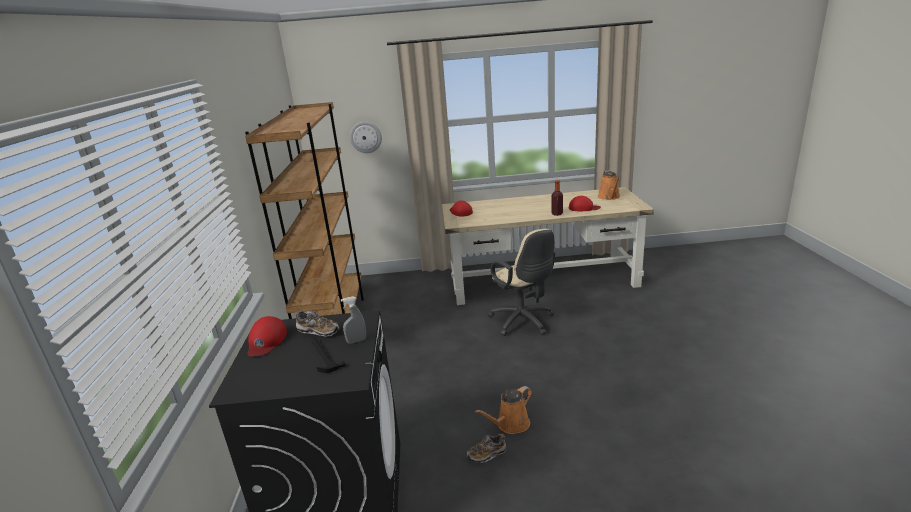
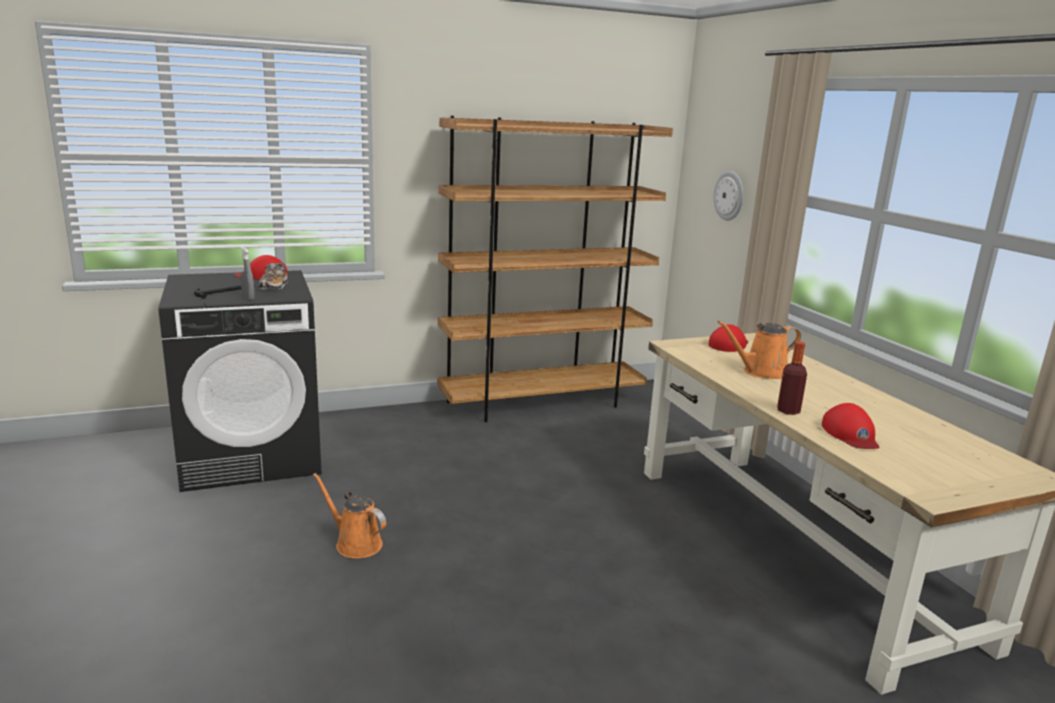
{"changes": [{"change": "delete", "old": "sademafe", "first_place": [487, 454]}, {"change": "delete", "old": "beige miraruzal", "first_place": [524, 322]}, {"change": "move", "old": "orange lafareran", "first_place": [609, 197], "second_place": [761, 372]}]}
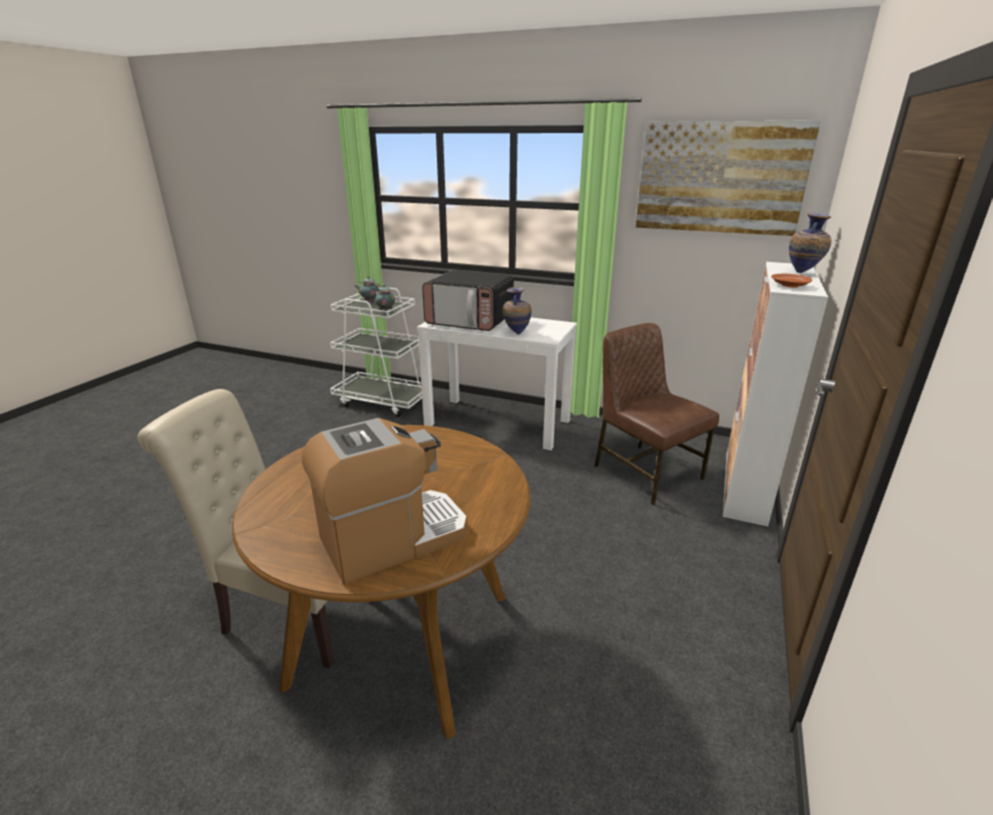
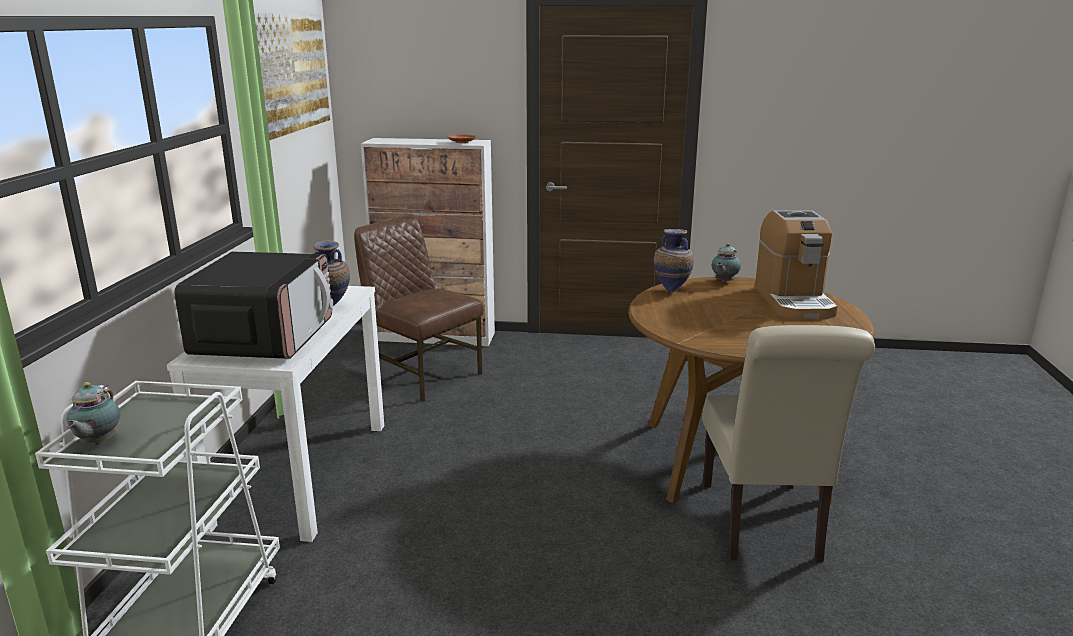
{"changes": [{"change": "rotate", "old": "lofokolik", "first_place": [393, 538], "second_place": [793, 301], "degrees": -135}, {"change": "move", "old": "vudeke", "first_place": [385, 311], "second_place": [723, 282]}, {"change": "rotate", "old": "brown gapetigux", "first_place": [645, 472], "second_place": [422, 374], "degrees": 90}, {"change": "move", "old": "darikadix", "first_place": [803, 273], "second_place": [672, 291]}]}
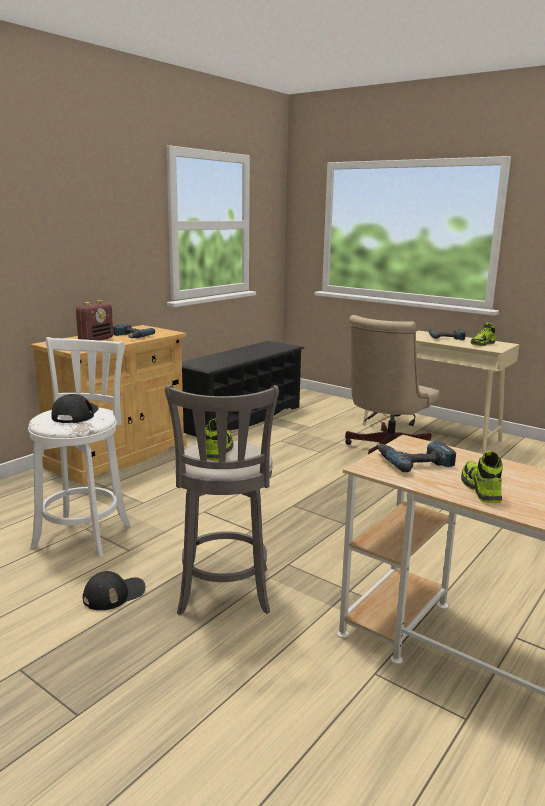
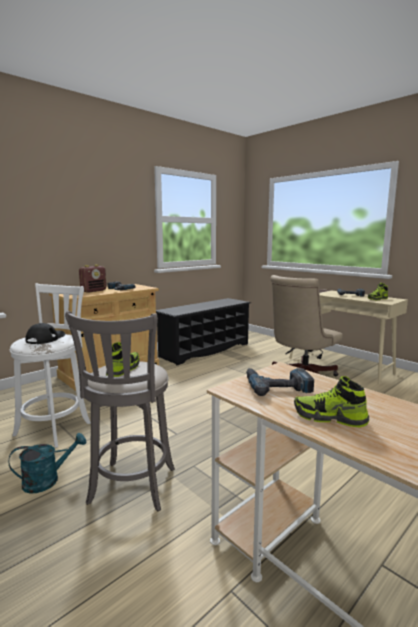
{"changes": [{"change": "replace", "old": "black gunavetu", "new": "turquoise lafareran", "first_place": [114, 594], "second_place": [47, 480]}, {"change": "rotate", "old": "sademafe", "first_place": [480, 489], "second_place": [329, 418], "degrees": -75}]}
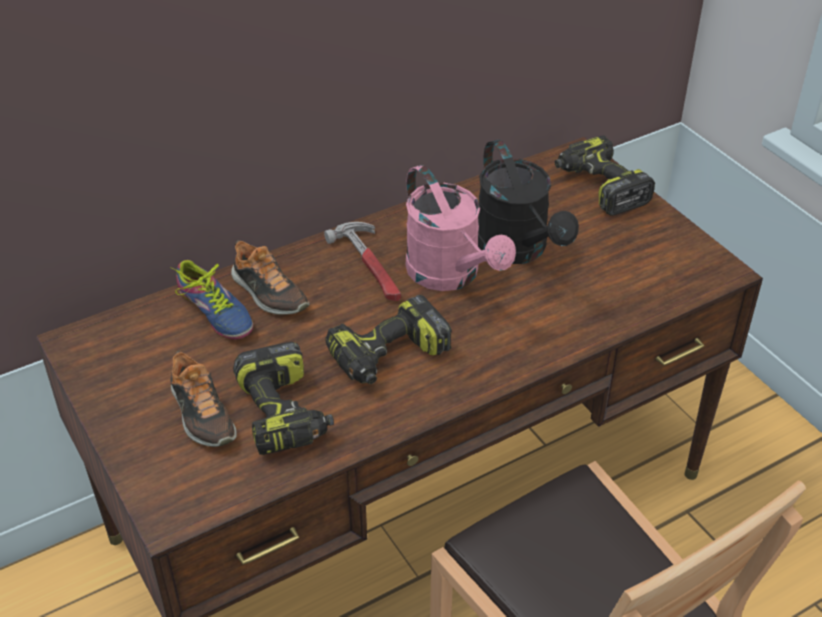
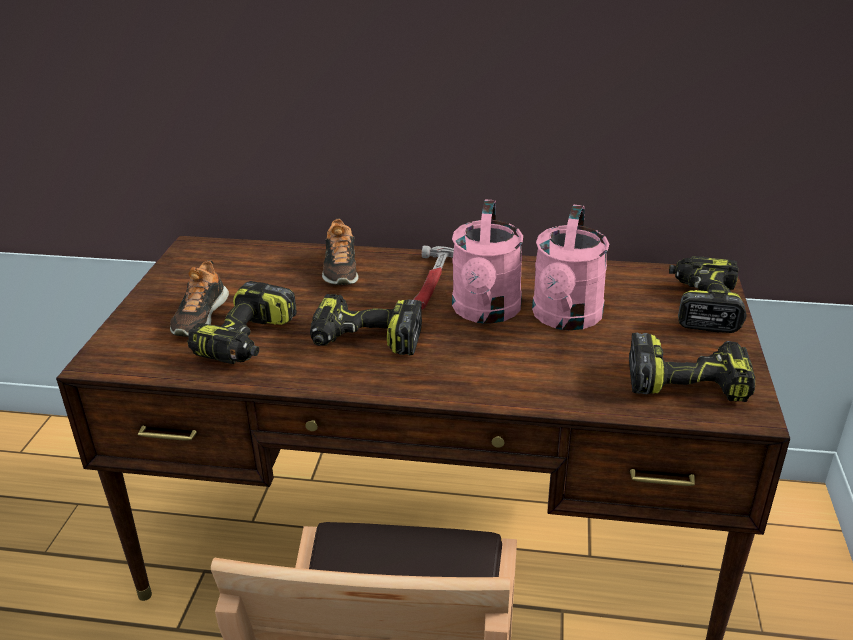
{"changes": [{"change": "delete", "old": "sademafe", "first_place": [213, 314]}, {"change": "recolor", "old": "black lafareran", "new": "pink lafareran", "first_place": [518, 250], "second_place": [565, 318]}, {"change": "insert", "new": "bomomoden", "second_place": [688, 381]}]}
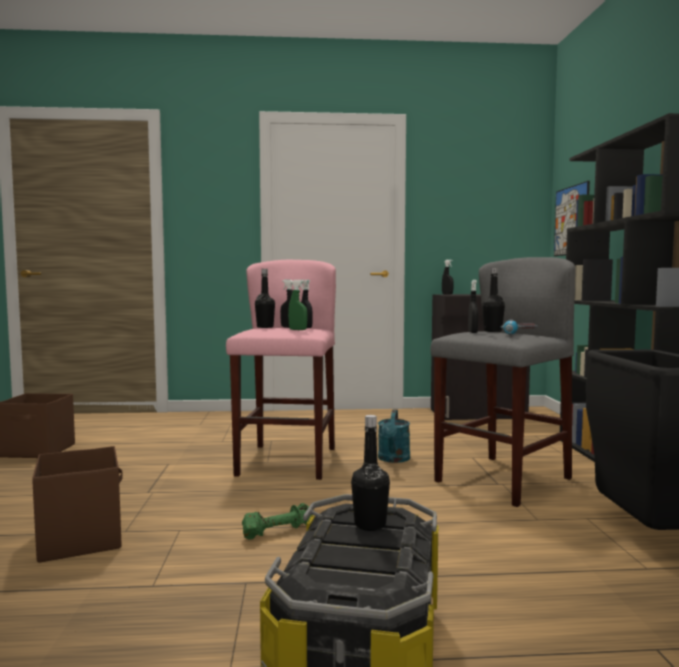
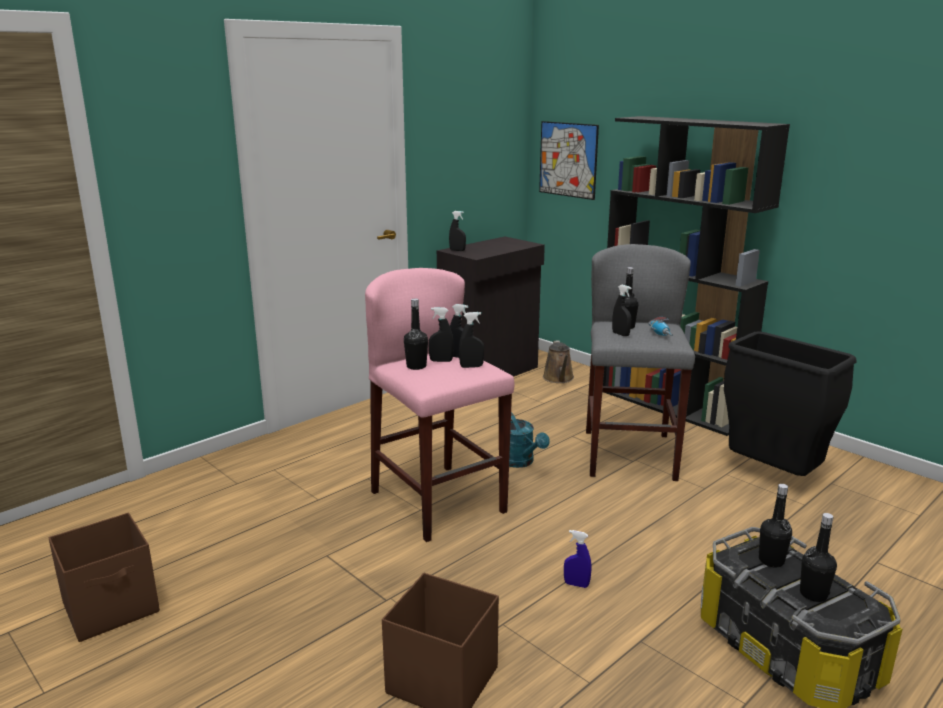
{"changes": [{"change": "replace", "old": "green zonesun", "new": "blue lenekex", "first_place": [277, 531], "second_place": [576, 584]}, {"change": "recolor", "old": "green lenekex", "new": "black lenekex", "first_place": [298, 330], "second_place": [471, 366]}, {"change": "insert", "new": "brown lafareran", "second_place": [559, 378]}, {"change": "insert", "new": "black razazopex", "second_place": [813, 594]}]}
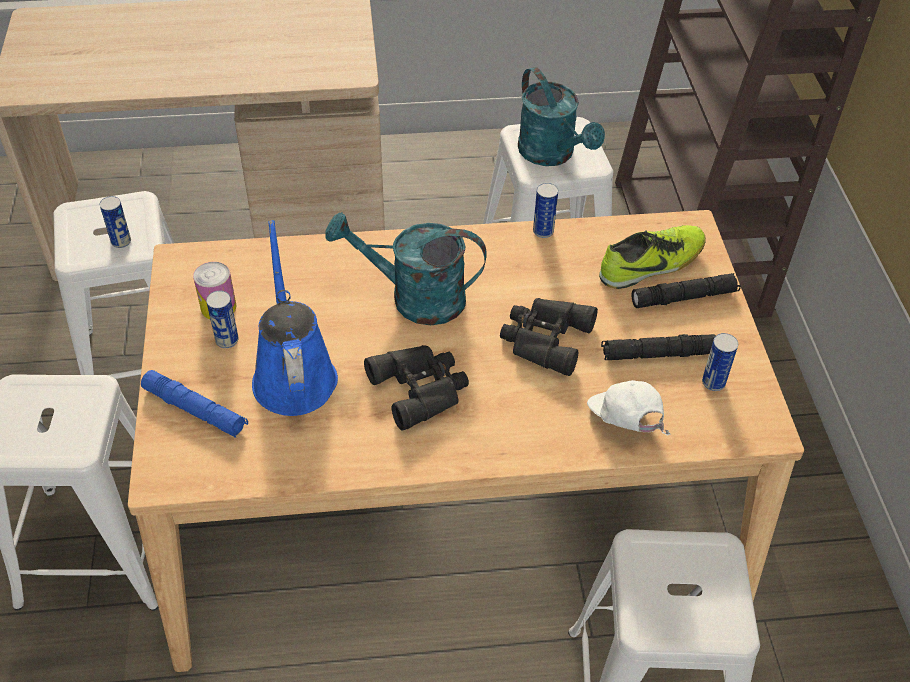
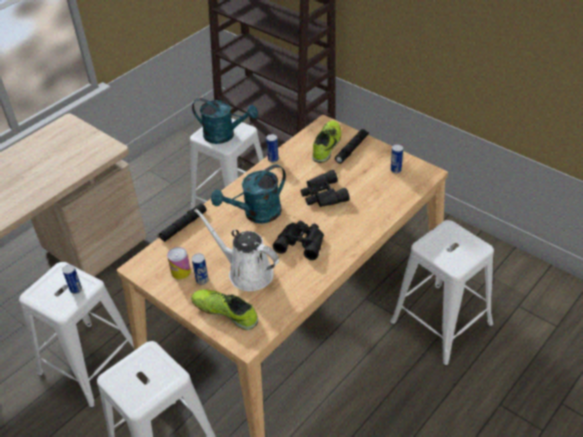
{"changes": [{"change": "replace", "old": "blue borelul", "new": "sademafe", "first_place": [195, 410], "second_place": [225, 312]}, {"change": "recolor", "old": "blue lafareran", "new": "white lafareran", "first_place": [293, 374], "second_place": [246, 272]}, {"change": "delete", "old": "white gunavetu", "first_place": [624, 422]}, {"change": "move", "old": "black borelul", "first_place": [657, 354], "second_place": [183, 226]}]}
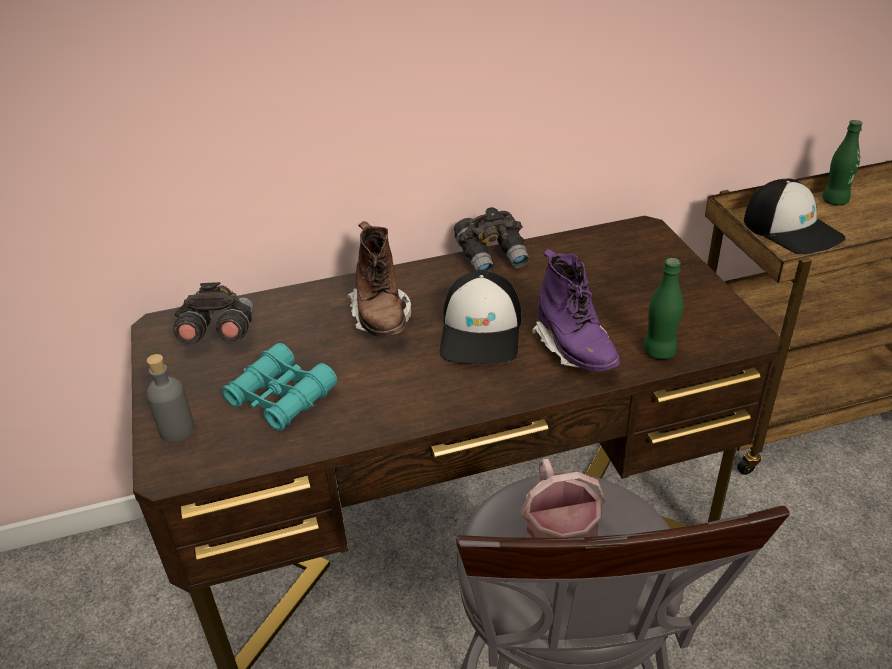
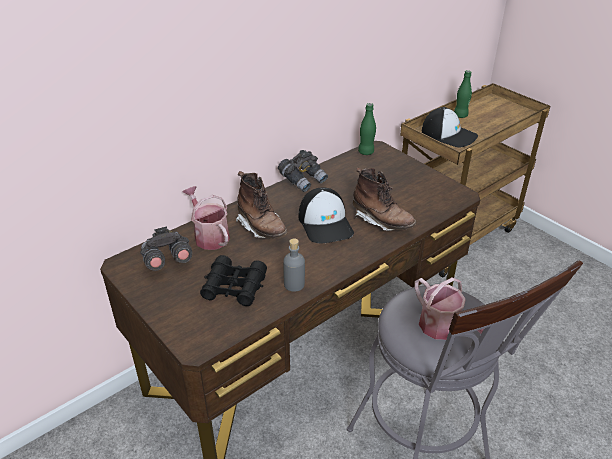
{"changes": [{"change": "move", "old": "grey razazopex", "first_place": [177, 430], "second_place": [294, 284]}, {"change": "recolor", "old": "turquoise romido", "new": "black romido", "first_place": [281, 397], "second_place": [234, 287]}, {"change": "recolor", "old": "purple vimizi", "new": "brown vimizi", "first_place": [574, 349], "second_place": [382, 221]}, {"change": "move", "old": "green razazopex", "first_place": [659, 352], "second_place": [366, 152]}, {"change": "insert", "new": "lafareran", "second_place": [209, 235]}]}
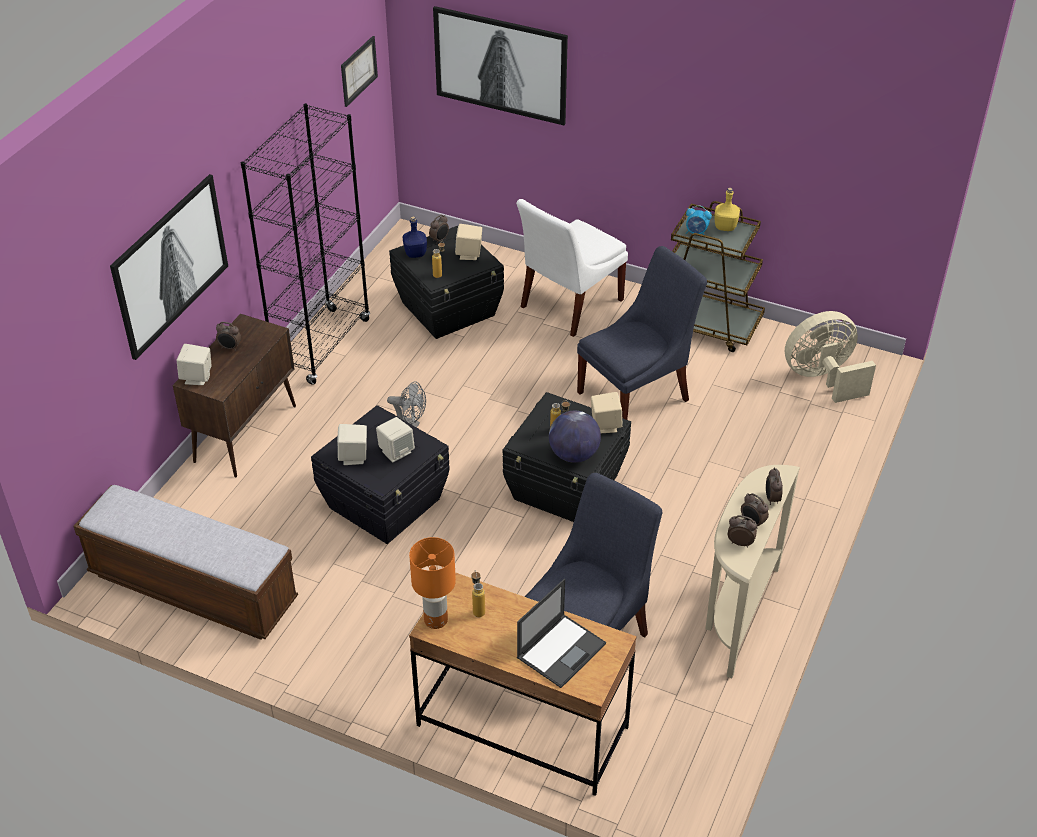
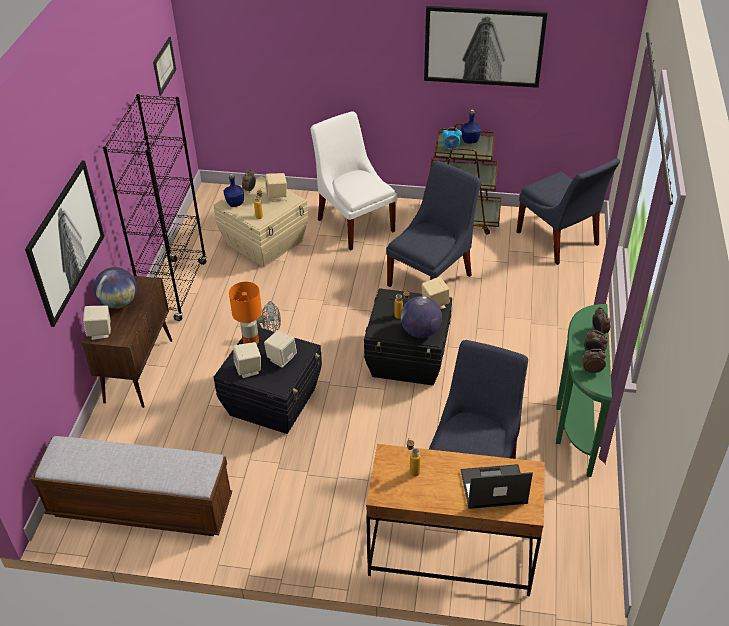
{"changes": [{"change": "replace", "old": "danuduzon", "new": "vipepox", "first_place": [230, 348], "second_place": [119, 303]}, {"change": "recolor", "old": "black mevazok", "new": "beige mevazok", "first_place": [449, 309], "second_place": [265, 242]}, {"change": "move", "old": "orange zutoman", "first_place": [436, 620], "second_place": [251, 341]}, {"change": "move", "old": "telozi", "first_place": [500, 65], "second_place": [483, 46]}, {"change": "rotate", "old": "white gapetigux", "first_place": [568, 305], "second_place": [354, 223], "degrees": 120}, {"change": "rotate", "old": "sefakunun", "first_place": [561, 650], "second_place": [492, 487], "degrees": -120}, {"change": "recolor", "old": "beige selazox", "new": "green selazox", "first_place": [736, 615], "second_place": [573, 427]}, {"change": "recolor", "old": "yellow razazopex", "new": "blue razazopex", "first_place": [726, 227], "second_place": [470, 140]}, {"change": "replace", "old": "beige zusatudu", "new": "blue gapetigux", "first_place": [822, 378], "second_place": [559, 240]}]}
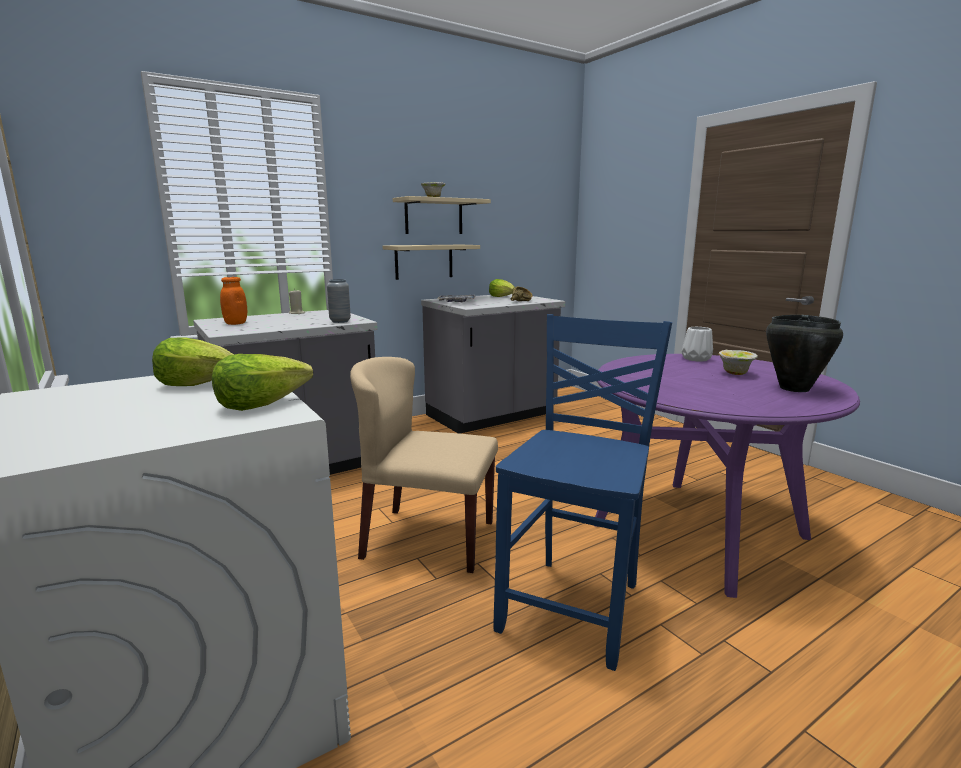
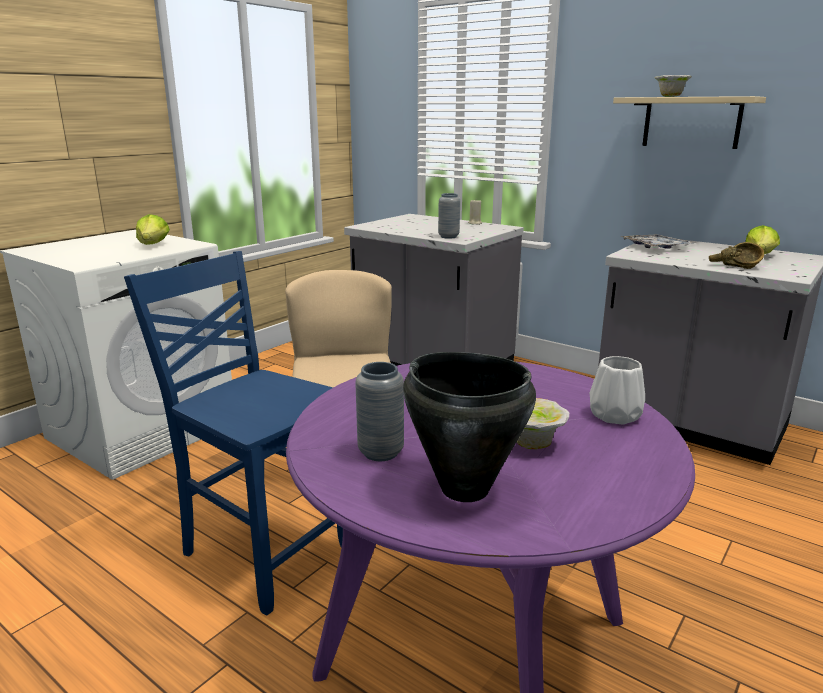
{"changes": [{"change": "delete", "old": "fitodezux", "first_place": [261, 404]}, {"change": "delete", "old": "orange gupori", "first_place": [236, 323]}, {"change": "delete", "old": "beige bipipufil", "first_place": [424, 261]}, {"change": "rotate", "old": "blue gapetigux", "first_place": [575, 606], "second_place": [264, 551], "degrees": -150}, {"change": "insert", "new": "grey darikadix", "second_place": [381, 452]}]}
